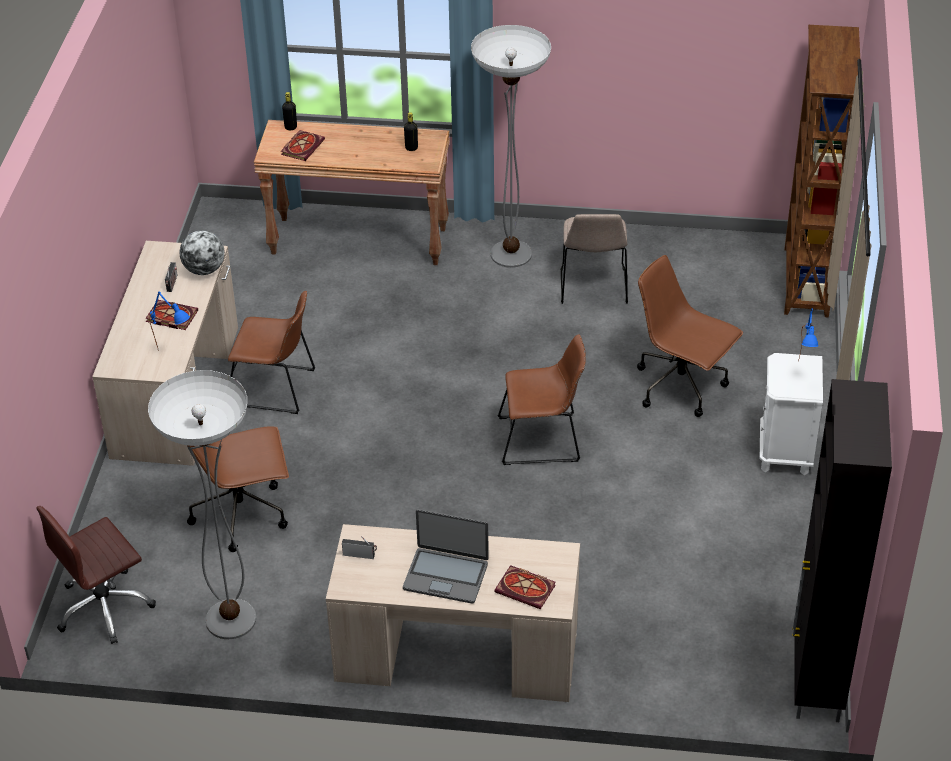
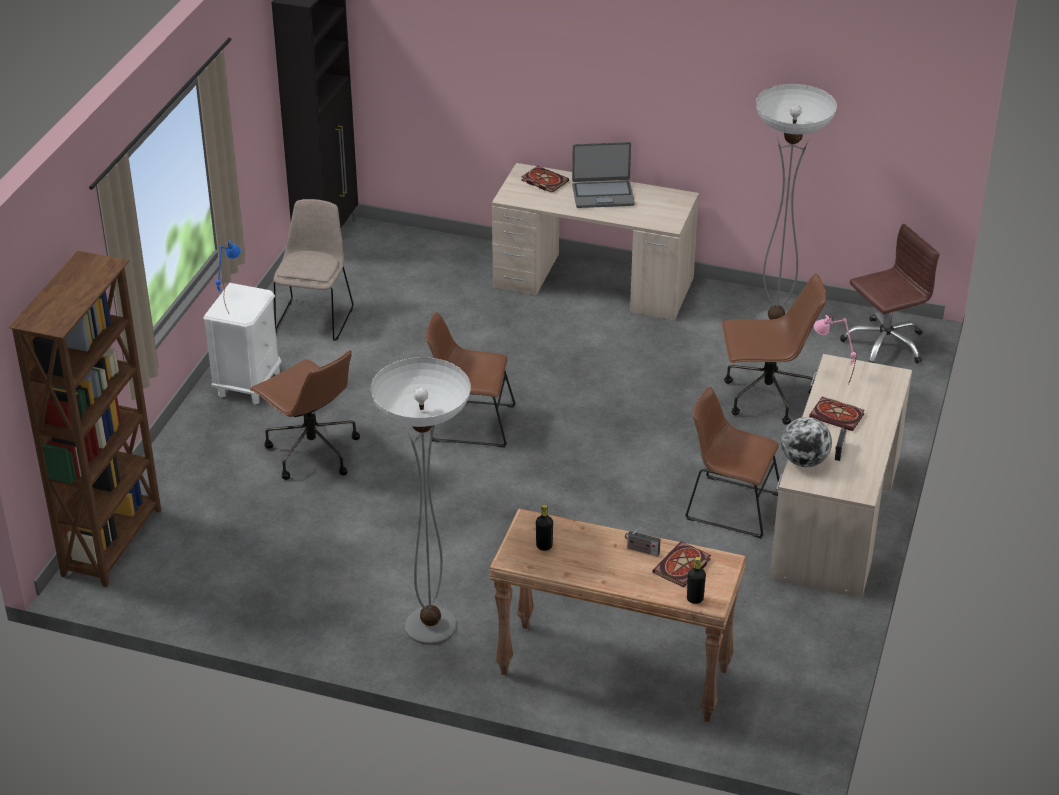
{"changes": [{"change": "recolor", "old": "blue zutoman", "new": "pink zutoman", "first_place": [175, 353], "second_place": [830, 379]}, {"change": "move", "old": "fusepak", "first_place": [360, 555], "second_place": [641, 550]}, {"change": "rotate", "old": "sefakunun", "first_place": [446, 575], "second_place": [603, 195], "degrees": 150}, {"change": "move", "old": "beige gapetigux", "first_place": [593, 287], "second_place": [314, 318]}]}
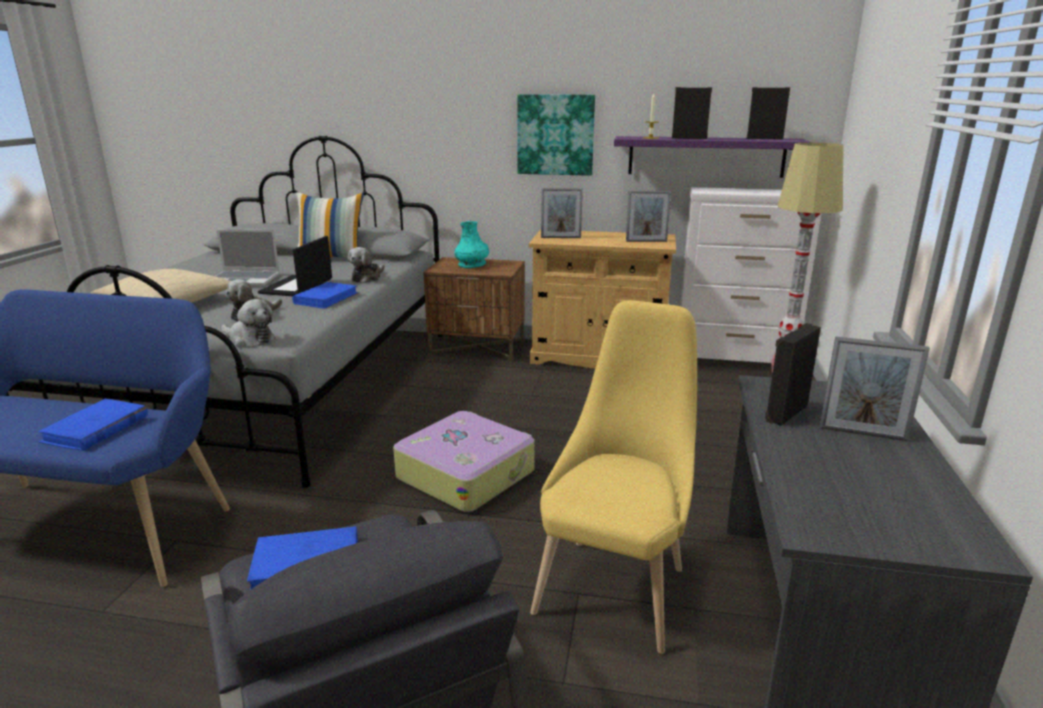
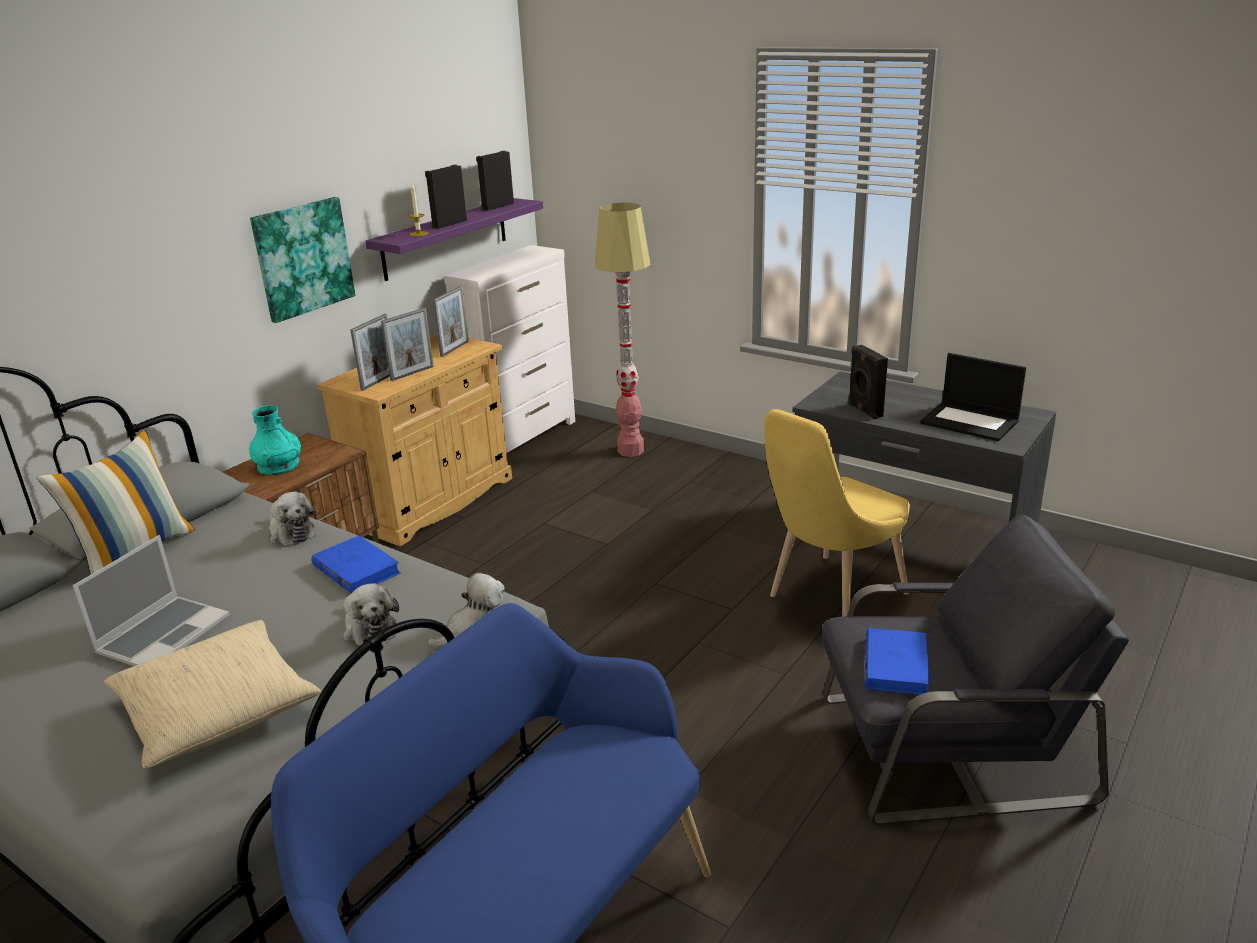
{"changes": [{"change": "delete", "old": "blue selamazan", "first_place": [96, 429]}, {"change": "move", "old": "sefakunun", "first_place": [297, 286], "second_place": [971, 422]}, {"change": "delete", "old": "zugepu", "first_place": [466, 474]}, {"change": "rotate", "old": "yellow gapetigux", "first_place": [616, 584], "second_place": [830, 598], "degrees": -90}, {"change": "move", "old": "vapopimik", "first_place": [862, 433], "second_place": [412, 373]}]}
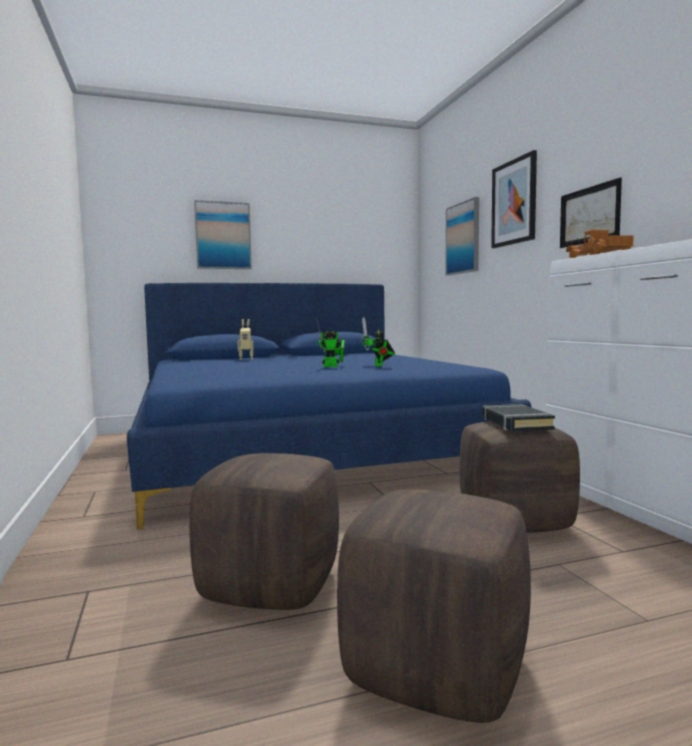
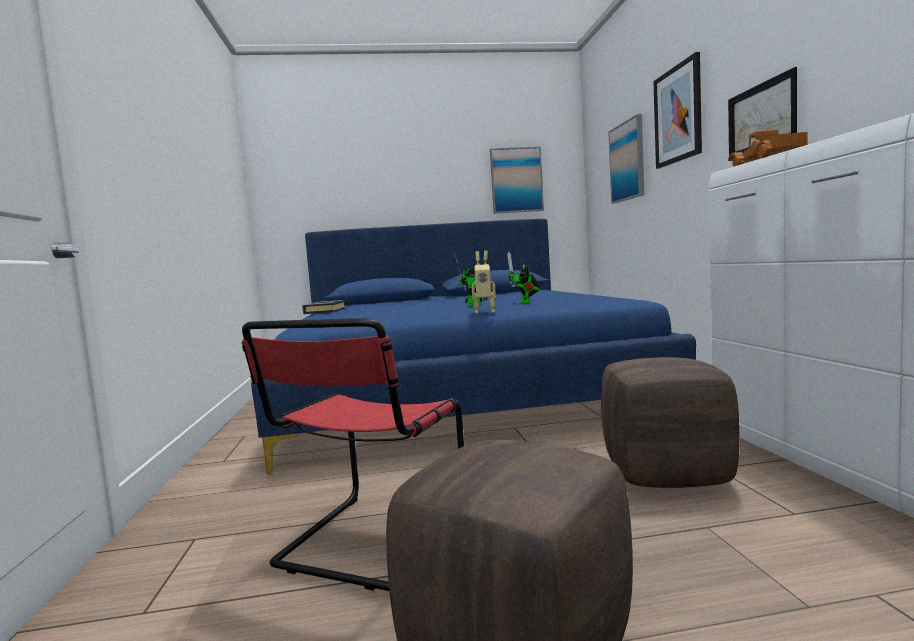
{"changes": [{"change": "replace", "old": "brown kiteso", "new": "red gapetigux", "first_place": [270, 587], "second_place": [370, 542]}, {"change": "move", "old": "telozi", "first_place": [223, 235], "second_place": [516, 180]}, {"change": "move", "old": "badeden", "first_place": [246, 359], "second_place": [484, 312]}, {"change": "move", "old": "black selamazan", "first_place": [515, 423], "second_place": [325, 311]}]}
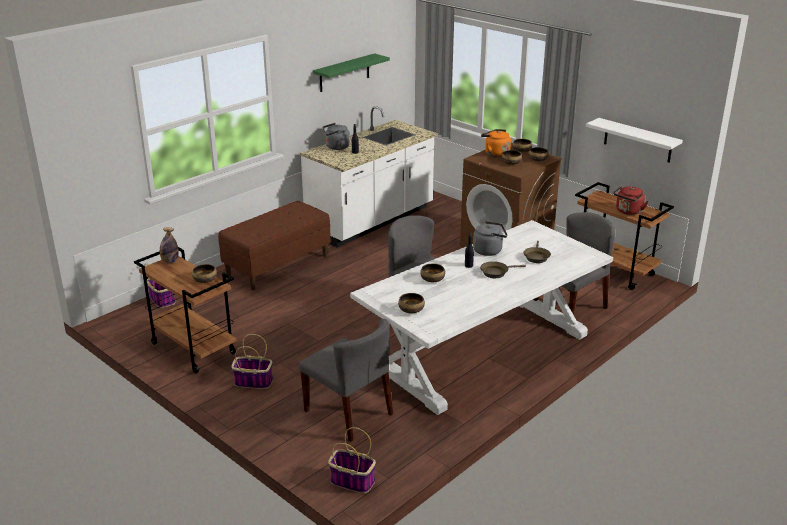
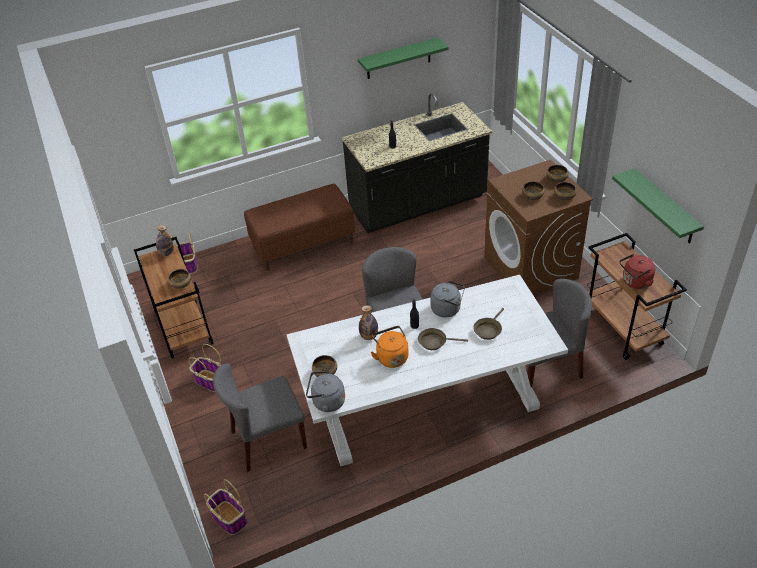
{"changes": [{"change": "rotate", "old": "grey gapetigux", "first_place": [349, 413], "second_place": [268, 440], "degrees": 90}, {"change": "recolor", "old": "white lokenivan", "new": "black lokenivan", "first_place": [371, 221], "second_place": [418, 204]}, {"change": "move", "old": "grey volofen", "first_place": [336, 147], "second_place": [326, 402]}, {"change": "replace", "old": "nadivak", "new": "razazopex", "first_place": [432, 279], "second_place": [369, 336]}, {"change": "move", "old": "orange volofen", "first_place": [495, 153], "second_place": [391, 357]}, {"change": "recolor", "old": "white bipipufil", "new": "green bipipufil", "first_place": [637, 140], "second_place": [665, 207]}]}
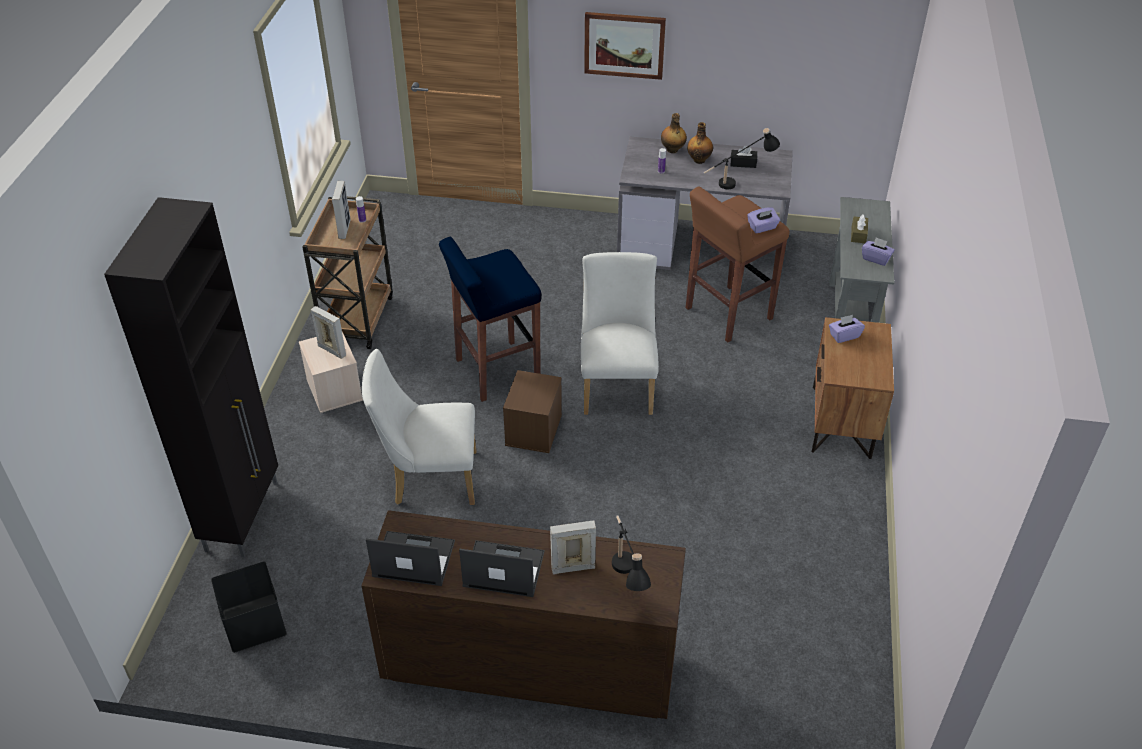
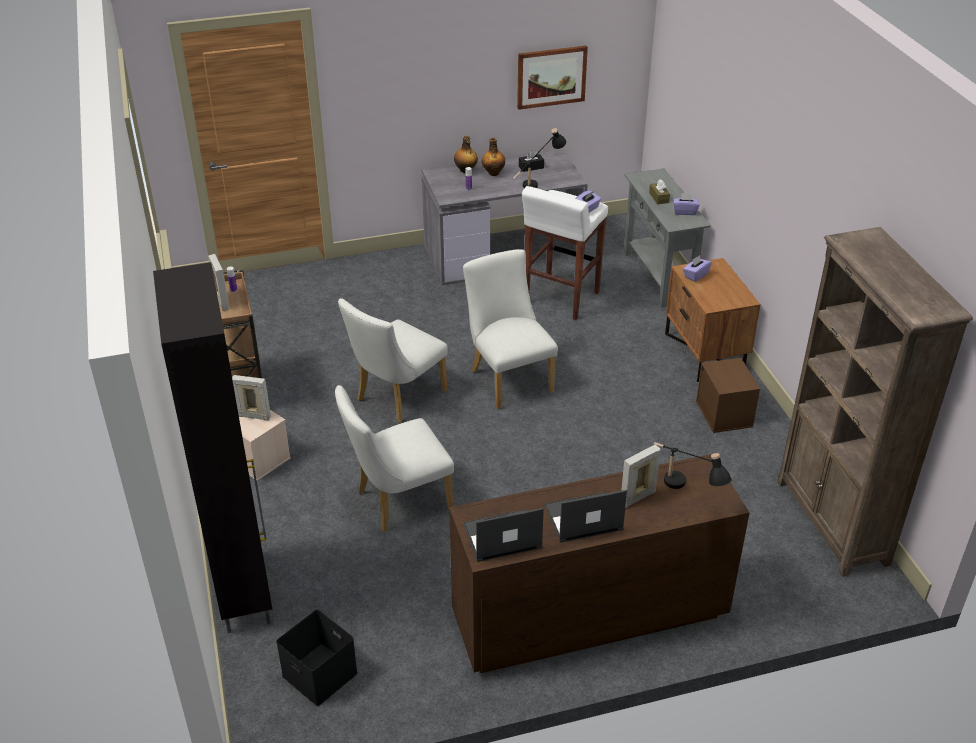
{"changes": [{"change": "replace", "old": "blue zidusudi", "new": "white gapetigux", "first_place": [496, 371], "second_place": [396, 398]}, {"change": "move", "old": "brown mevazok", "first_place": [534, 430], "second_place": [725, 414]}, {"change": "move", "old": "telozi", "first_place": [624, 45], "second_place": [551, 76]}, {"change": "recolor", "old": "brown zidusudi", "new": "white zidusudi", "first_place": [727, 314], "second_place": [560, 298]}, {"change": "insert", "new": "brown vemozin", "second_place": [832, 522]}]}
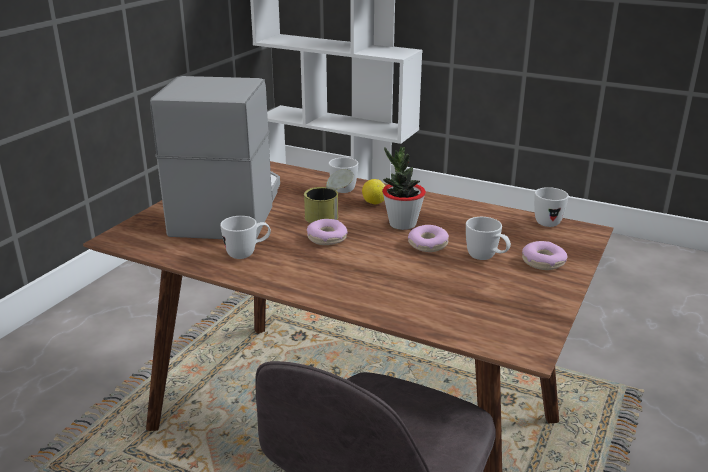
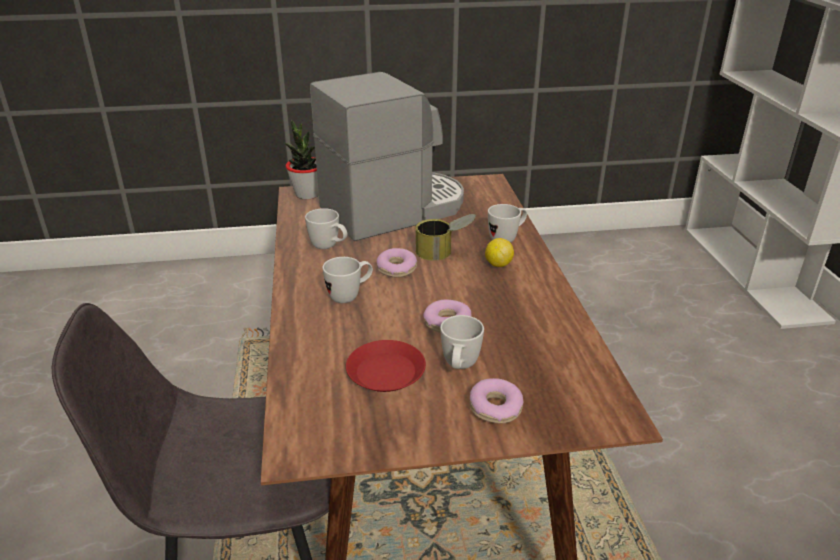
{"changes": [{"change": "move", "old": "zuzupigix", "first_place": [402, 224], "second_place": [307, 194]}, {"change": "move", "old": "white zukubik", "first_place": [546, 221], "second_place": [350, 296]}, {"change": "insert", "new": "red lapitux", "second_place": [385, 372]}]}
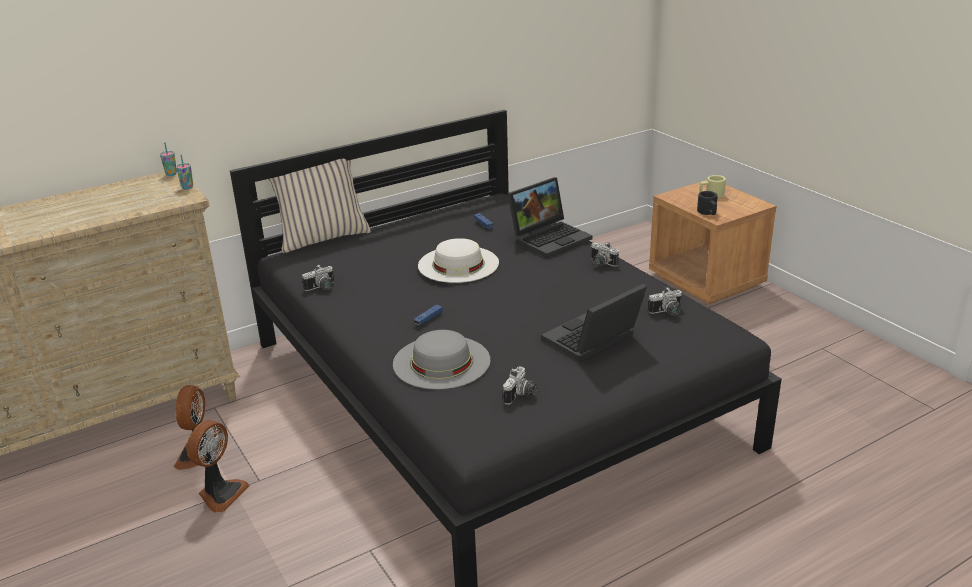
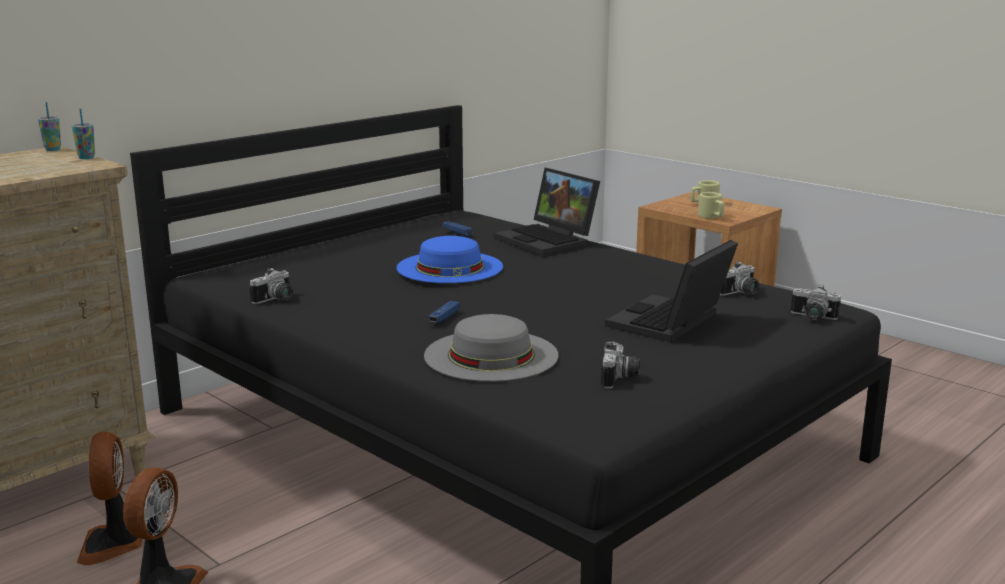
{"changes": [{"change": "delete", "old": "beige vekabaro", "first_place": [322, 237]}, {"change": "recolor", "old": "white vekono", "new": "blue vekono", "first_place": [458, 264], "second_place": [450, 267]}, {"change": "rotate", "old": "sefakunun", "first_place": [550, 237], "second_place": [549, 240], "degrees": 105}, {"change": "move", "old": "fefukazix", "first_place": [600, 263], "second_place": [812, 318]}, {"change": "recolor", "old": "black zukubik", "new": "beige zukubik", "first_place": [708, 213], "second_place": [712, 217]}]}
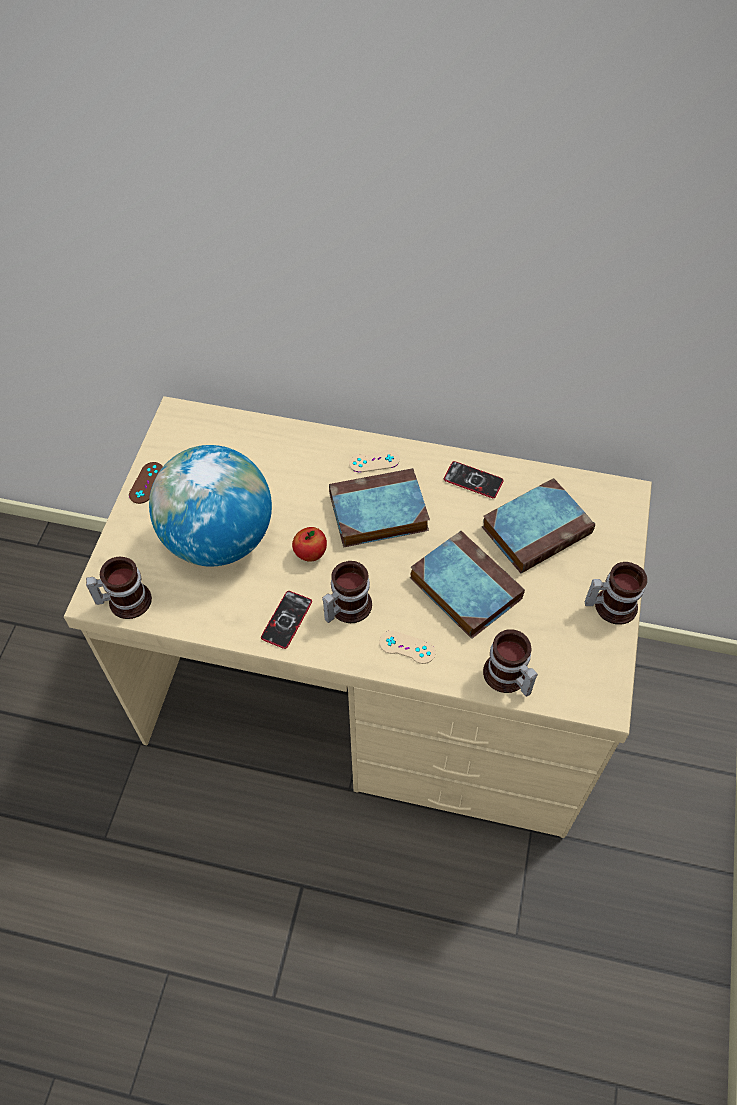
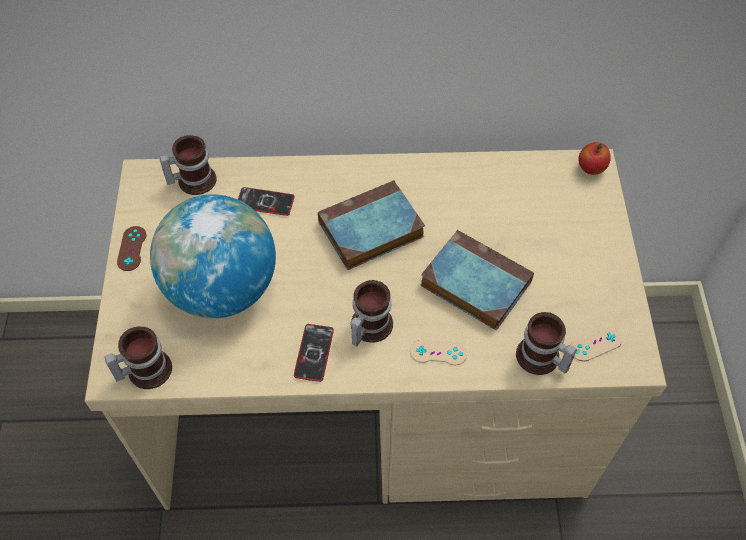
{"changes": [{"change": "move", "old": "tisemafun", "first_place": [310, 553], "second_place": [591, 168]}, {"change": "move", "old": "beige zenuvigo", "first_place": [374, 461], "second_place": [595, 344]}, {"change": "move", "old": "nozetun", "first_place": [473, 480], "second_place": [265, 202]}, {"change": "delete", "old": "selamazan", "first_place": [537, 528]}, {"change": "move", "old": "zukubik", "first_place": [611, 604], "second_place": [192, 179]}]}
